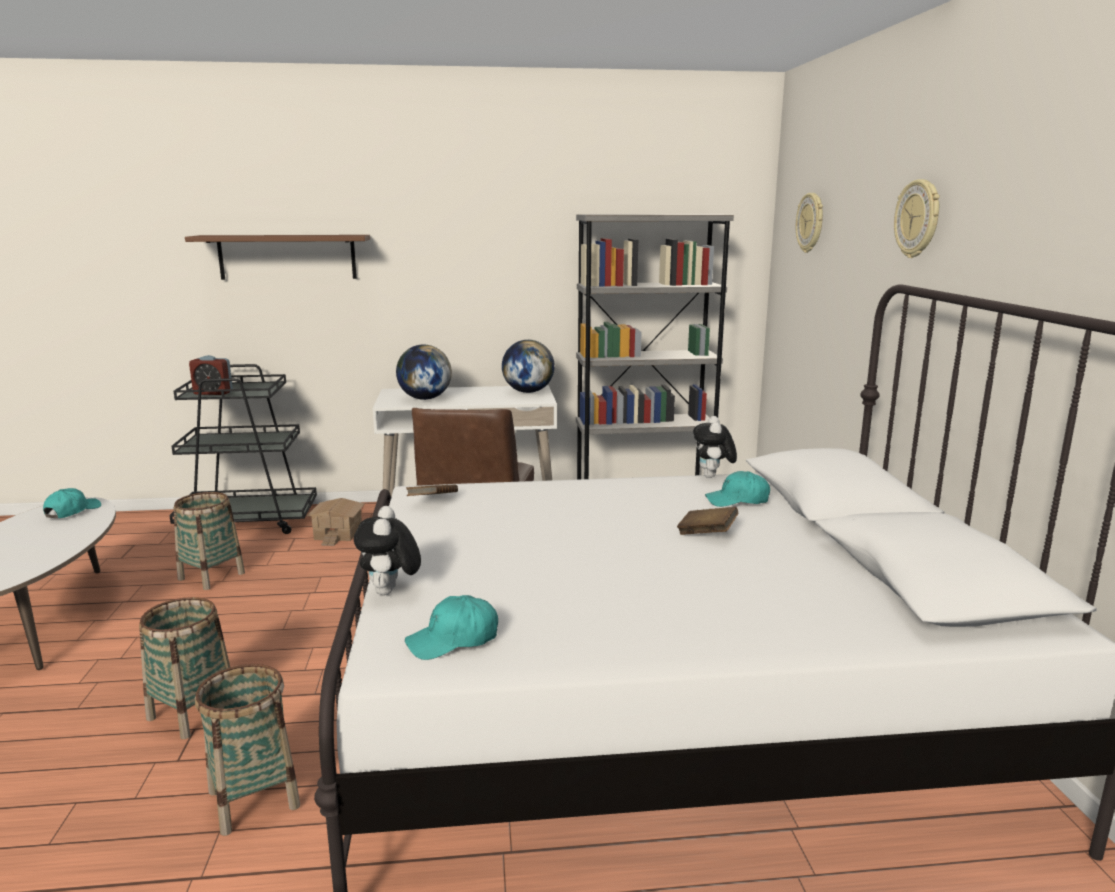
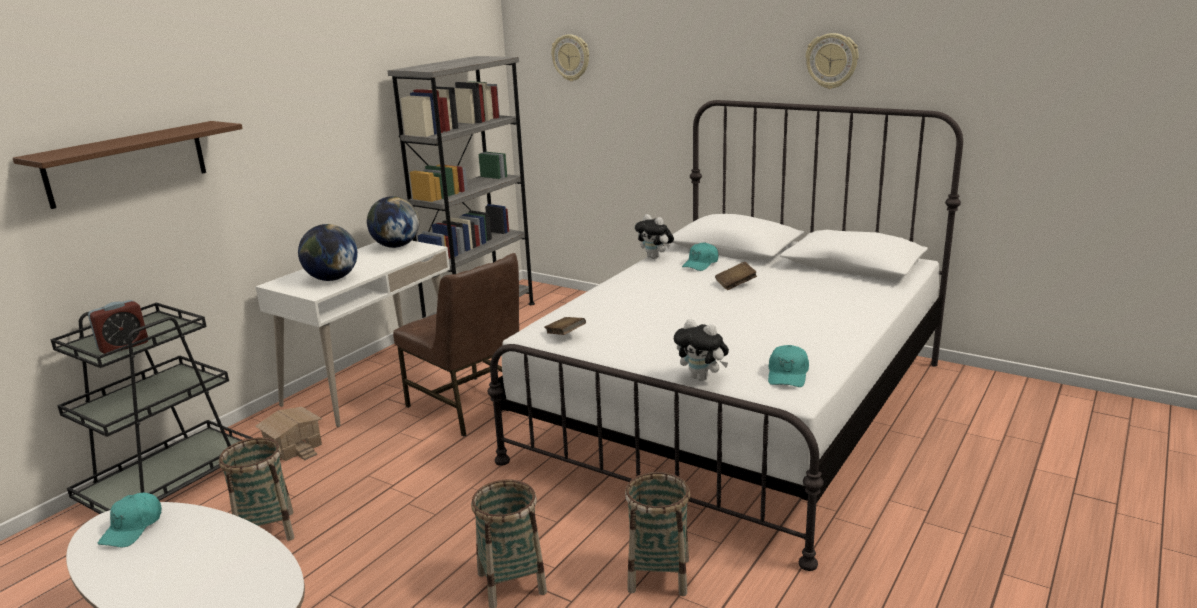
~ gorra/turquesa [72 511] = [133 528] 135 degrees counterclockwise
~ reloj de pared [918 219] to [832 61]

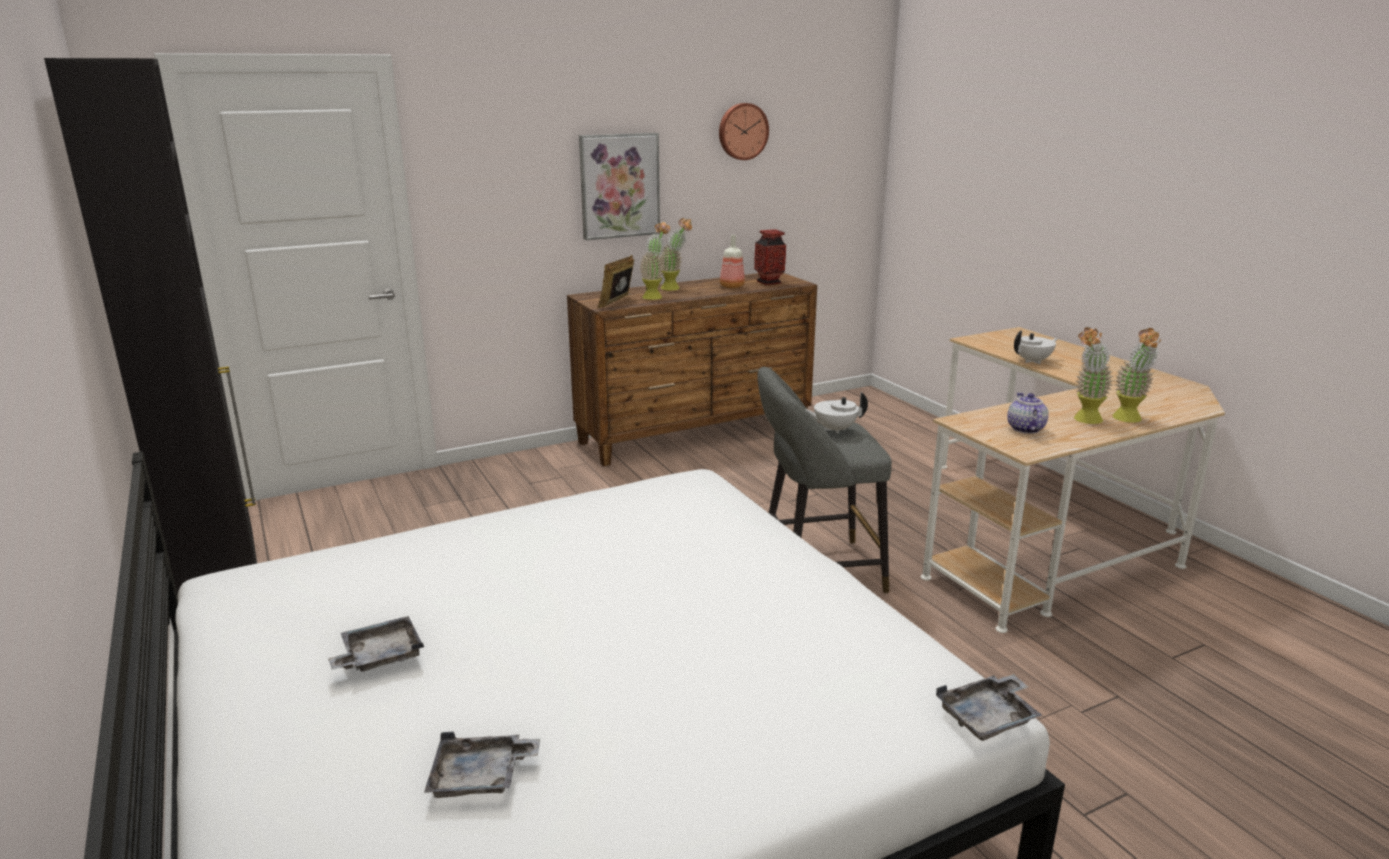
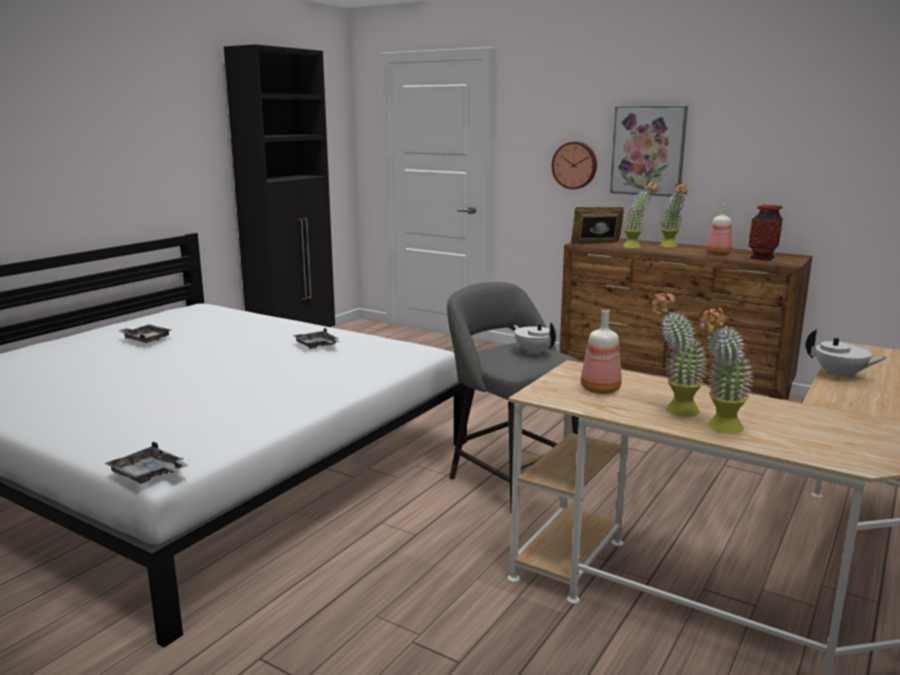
~ bandeja/gris [481 777] to [317 346]
~ reloj de pared [742 131] to [575 165]
~ tetera [1024 429] to botella [599 389]

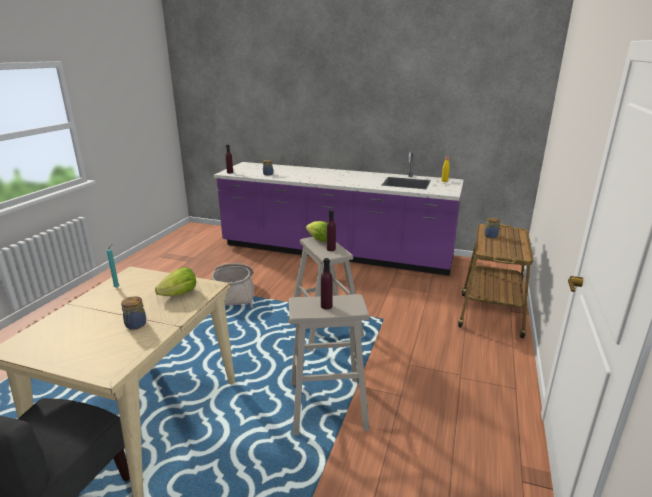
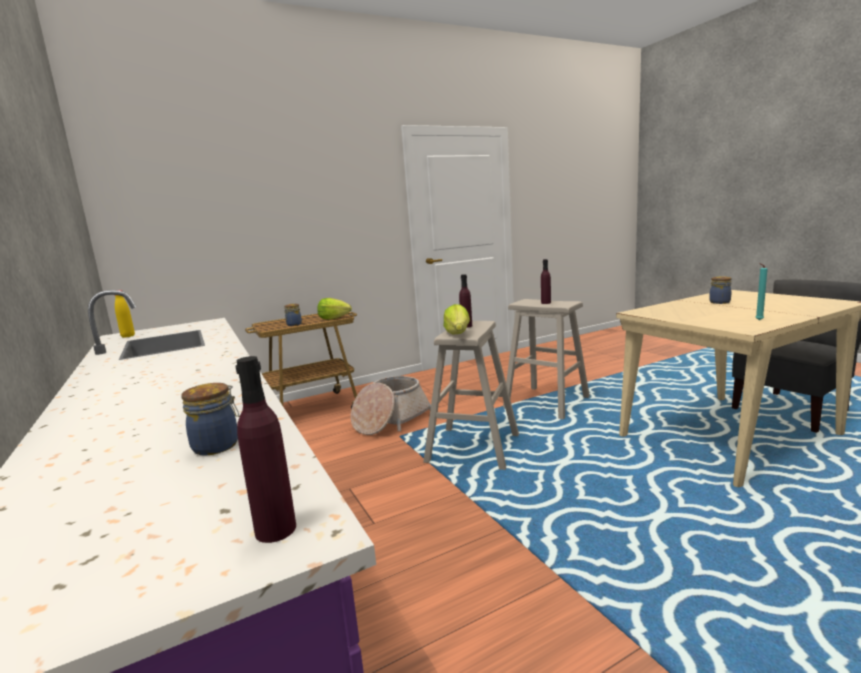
~ lechuga [179 294] to [333 318]
~ cesta [234 295] to [390 420]

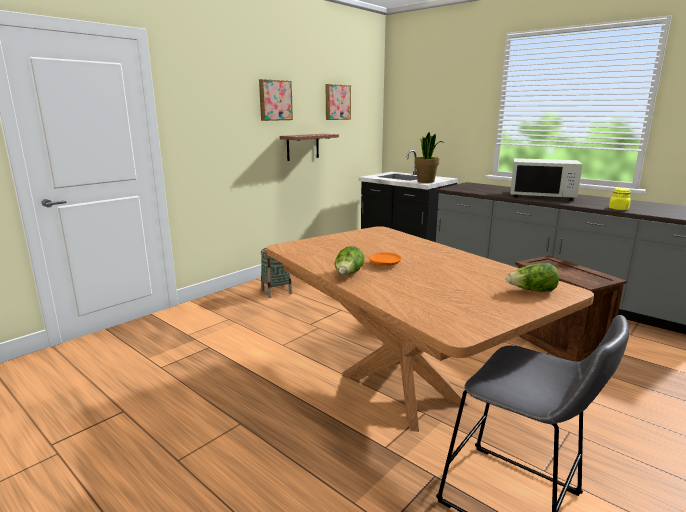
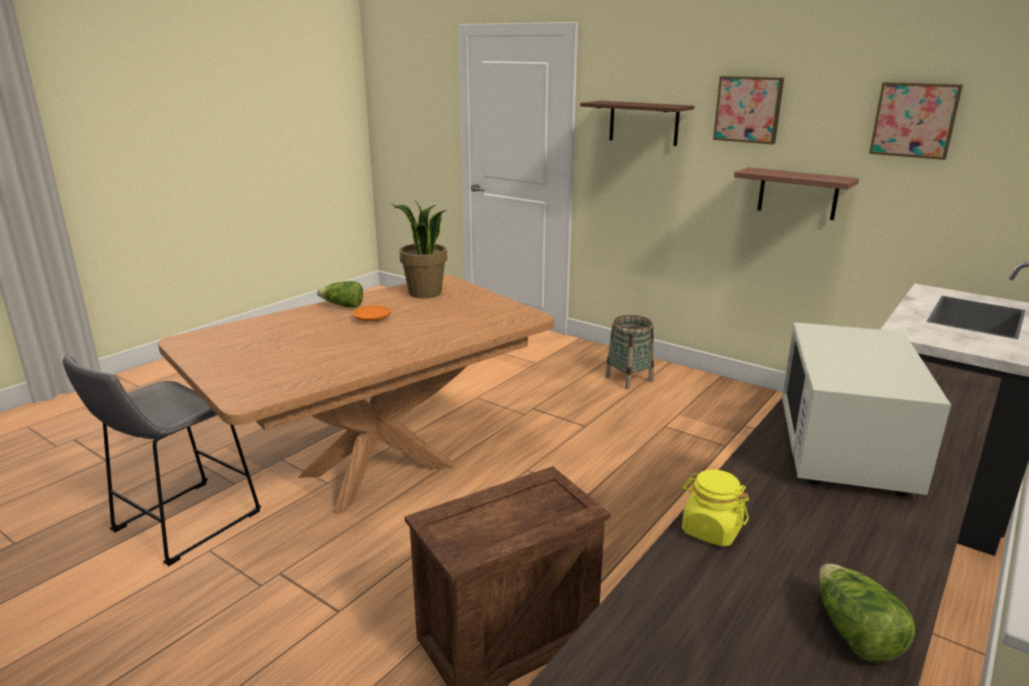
~ planta en maceta [426 181] to [424 293]
+ estante/marrón [643 123]
~ lechuga [532 291] to [854 633]

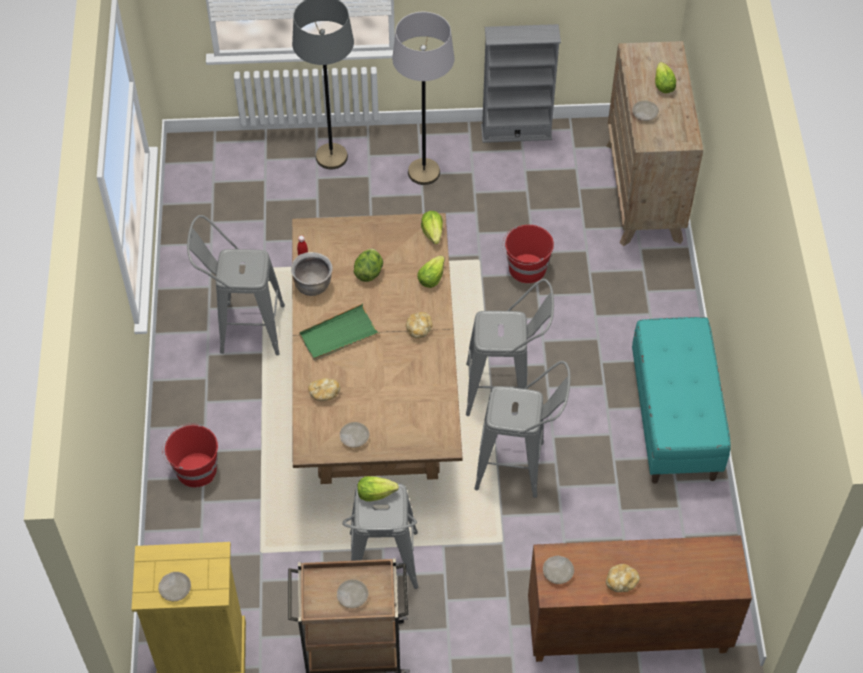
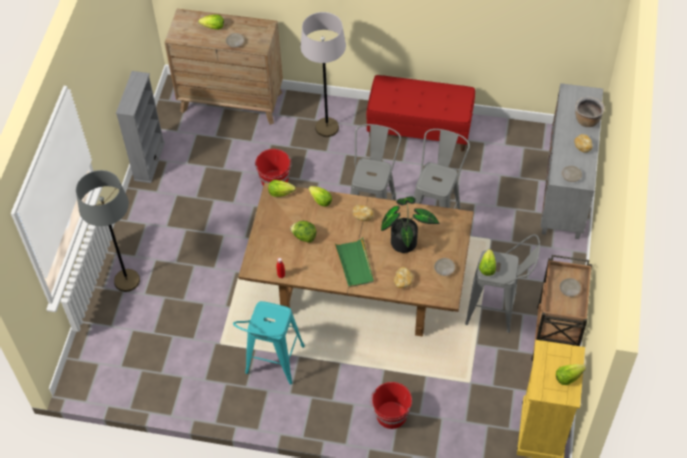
~ taburete/gris [243 328] to taburete/turquesa [272 365]
~ lámpara de pie/gris [424 172] to [327 128]
~ banco/turquesa [674 419] to banco/rojo [420 129]
+ planta en maceta [405 240]
~ armario/marrón [626 631] to armario/gris [566 188]
~ plato/beis [175 589] to lechuga [568 377]
~ olla/marrón [313 285] to [586 120]

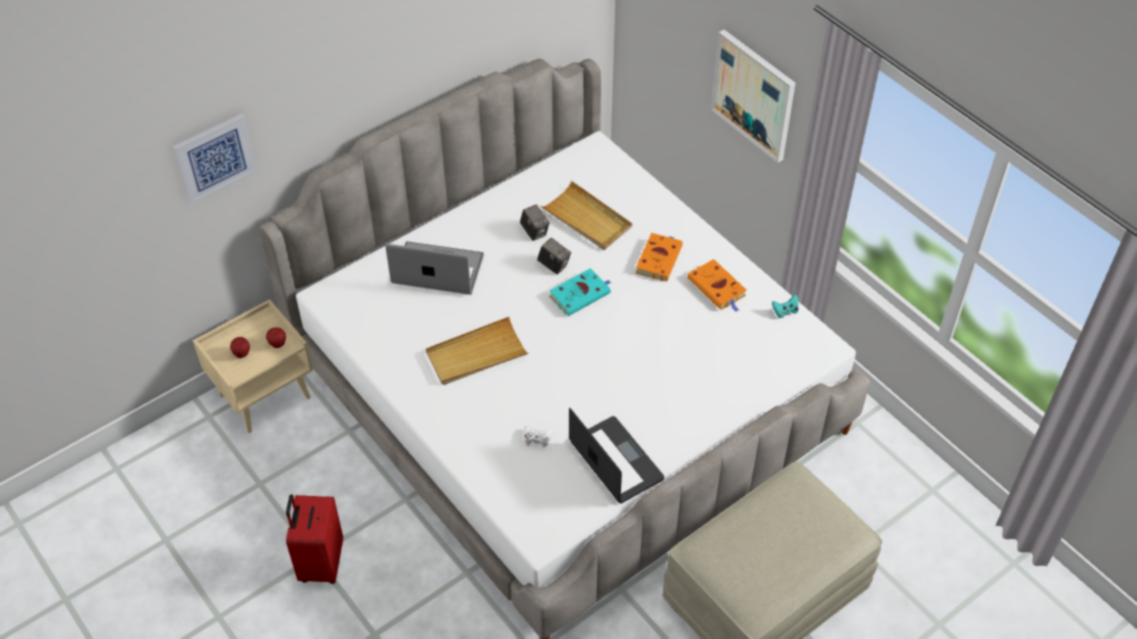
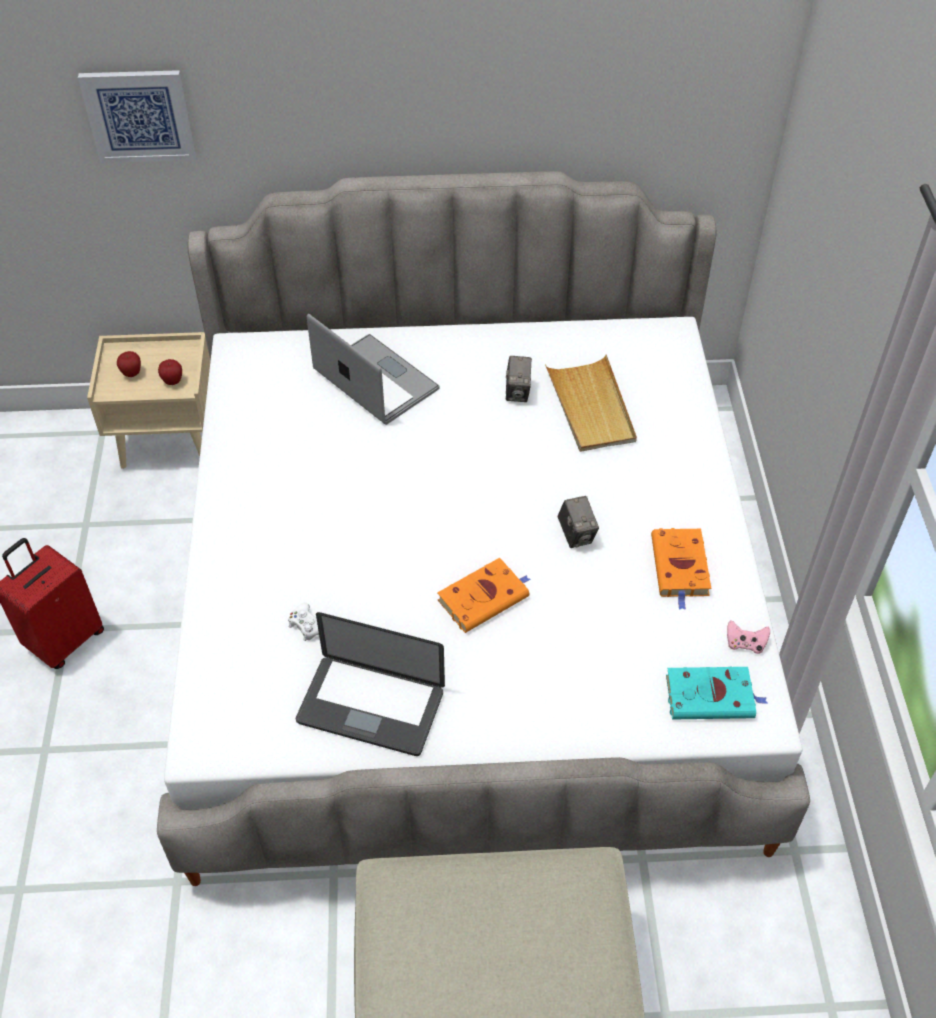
~ portátil [616 461] = [370 707] 105 degrees clockwise
~ libro/naranja [659 258] to [485 597]
~ cámara [554 265] to [576 534]
~ libro/turquesa [580 294] to [712 697]
~ mando de consola/turquesa [785 311] to mando de consola/rosa [745 644]
- bandeja/beis [476 354]
- cuadro [754 95]

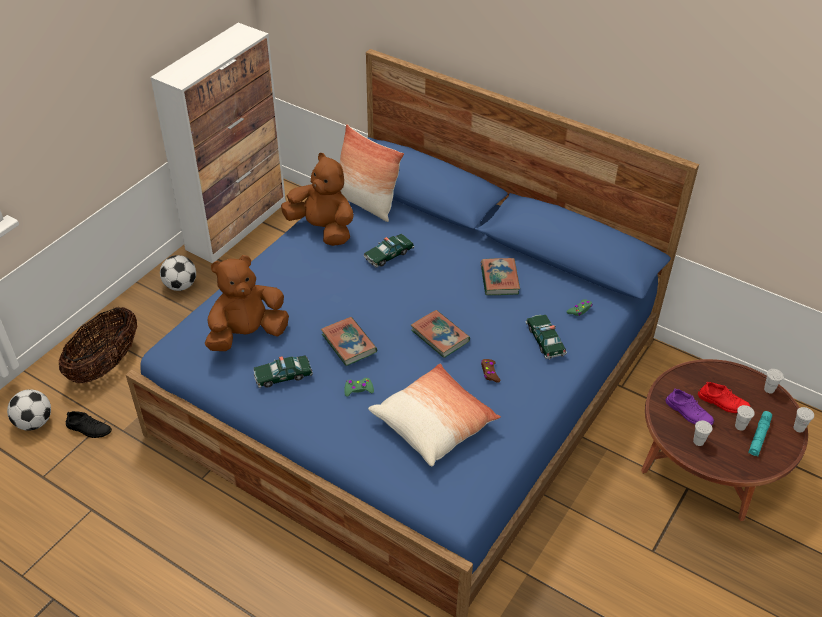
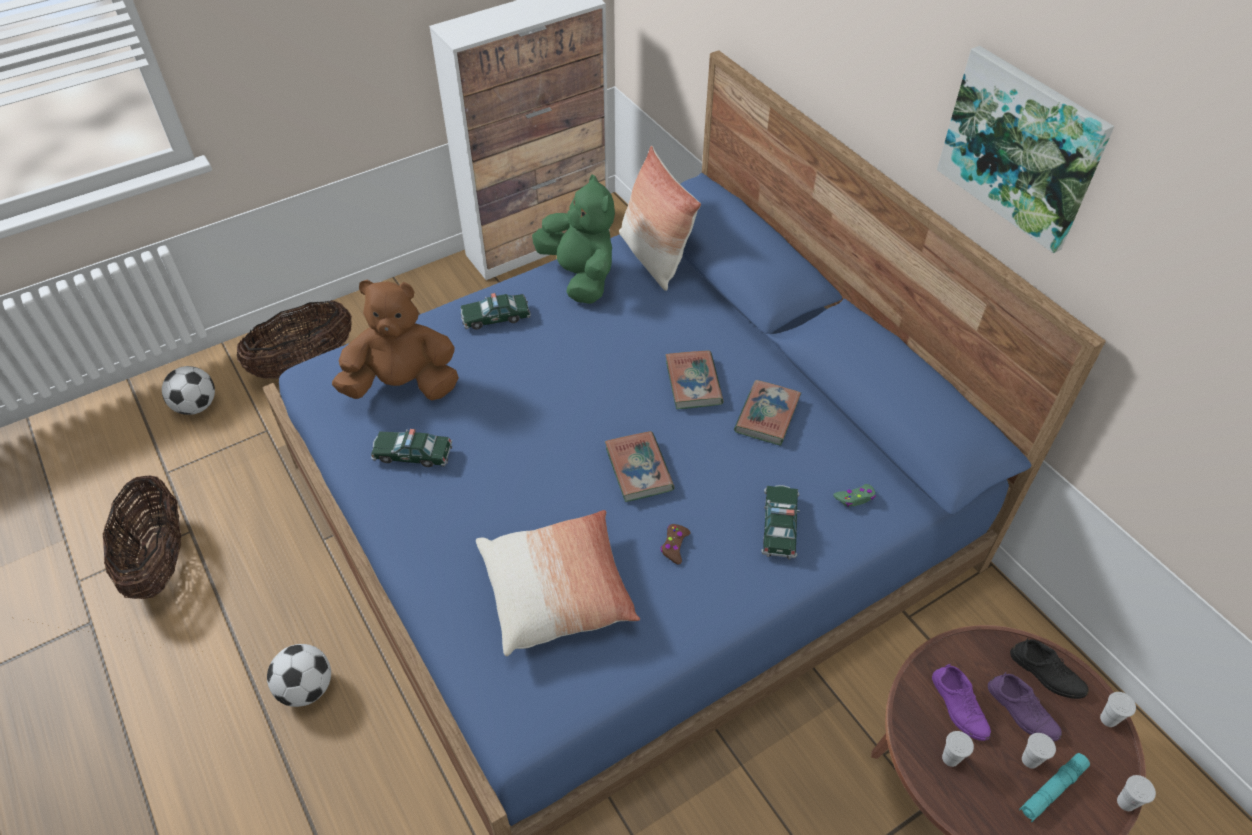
+ cesta [159 559]
~ balón de fútbol [180 285] to [306 688]
~ coche de juguete [388 255] to [495 317]
~ peluche/marrón [322 229] to peluche/verde [580 276]
~ libro [349 343] to [693 383]
+ cuadro [1022 147]
~ zapato/rojo [723 402] to zapato/morado [1022 711]
~ zapato/negro [89 429] to [1046 673]
- mando de consola/verde [358 389]

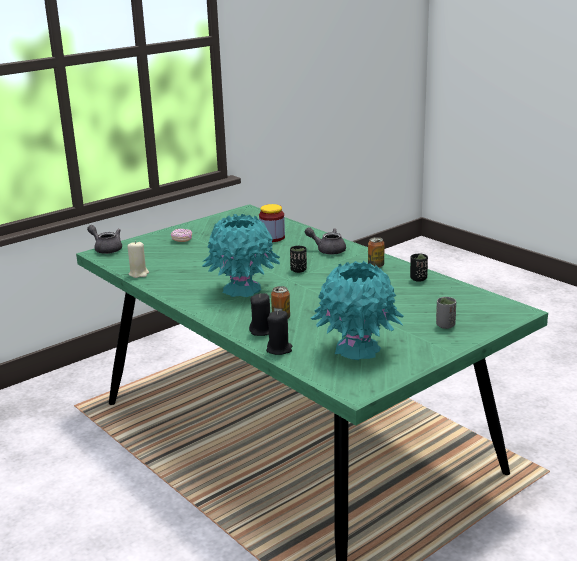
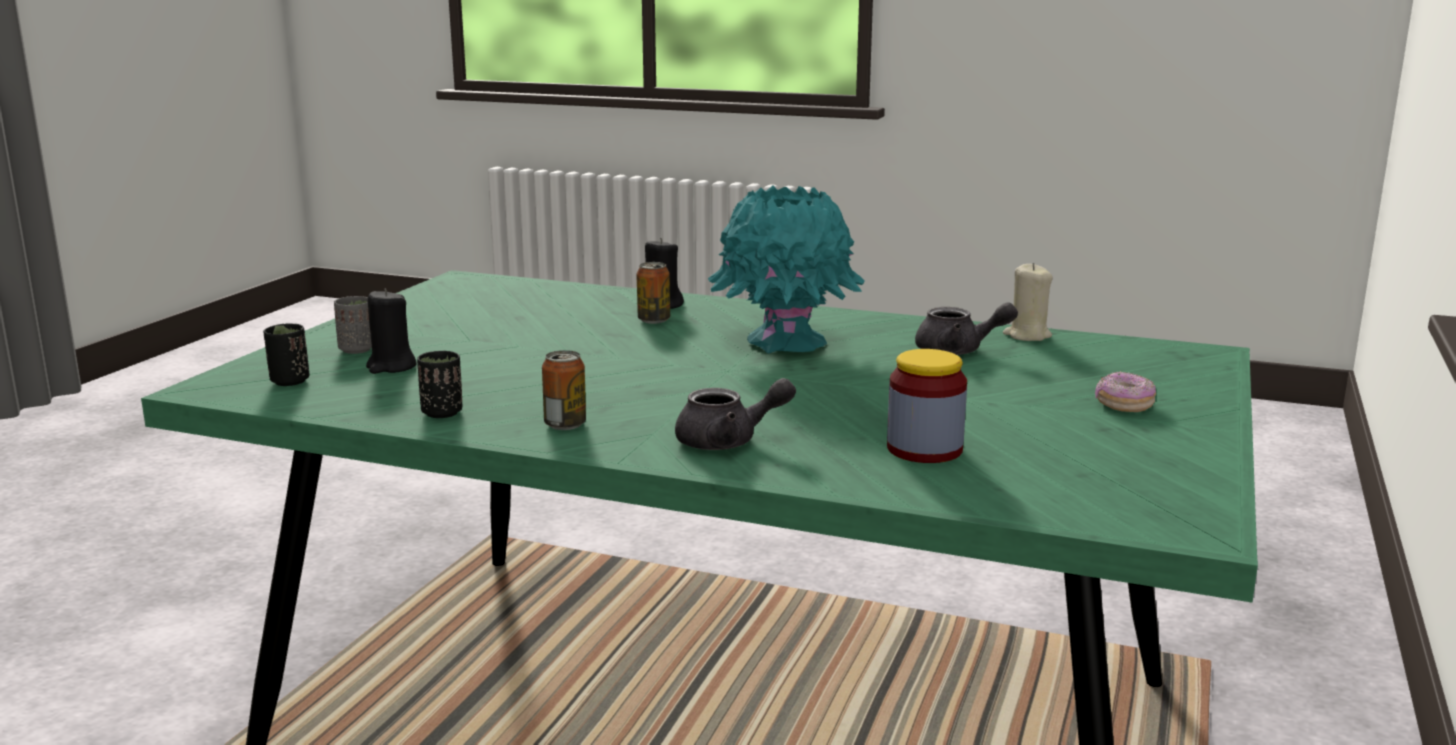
~ taza/negro [298 270] to [289 381]
~ vela/negro [279 349] to [391 367]
~ tetera/gris [106 249] to [958 351]
- florero/turquesa [357 349]

